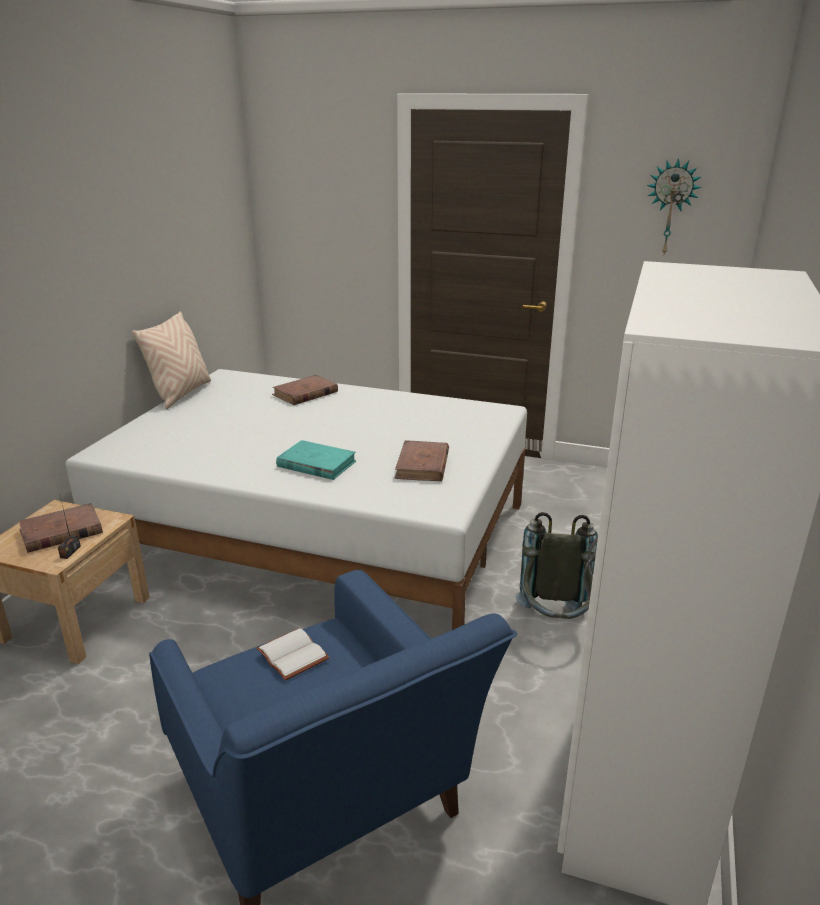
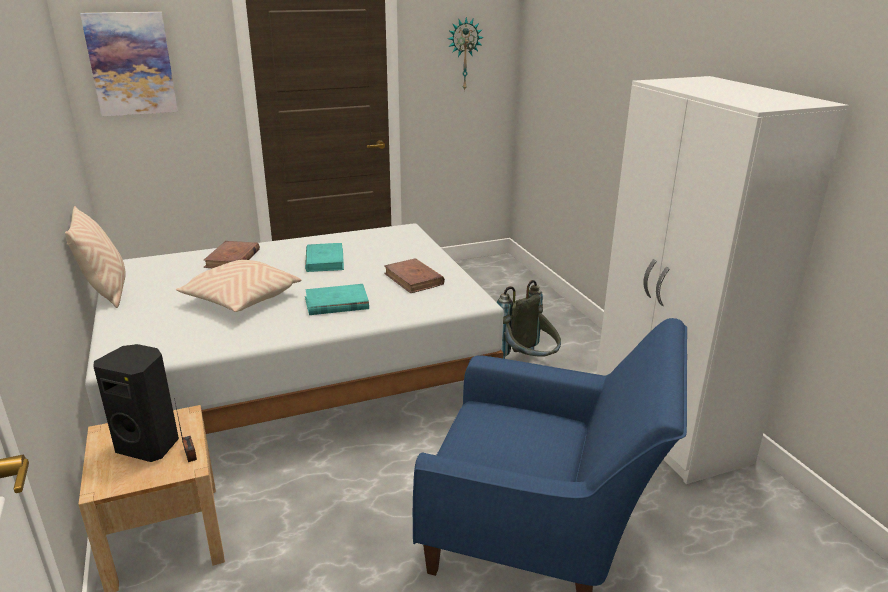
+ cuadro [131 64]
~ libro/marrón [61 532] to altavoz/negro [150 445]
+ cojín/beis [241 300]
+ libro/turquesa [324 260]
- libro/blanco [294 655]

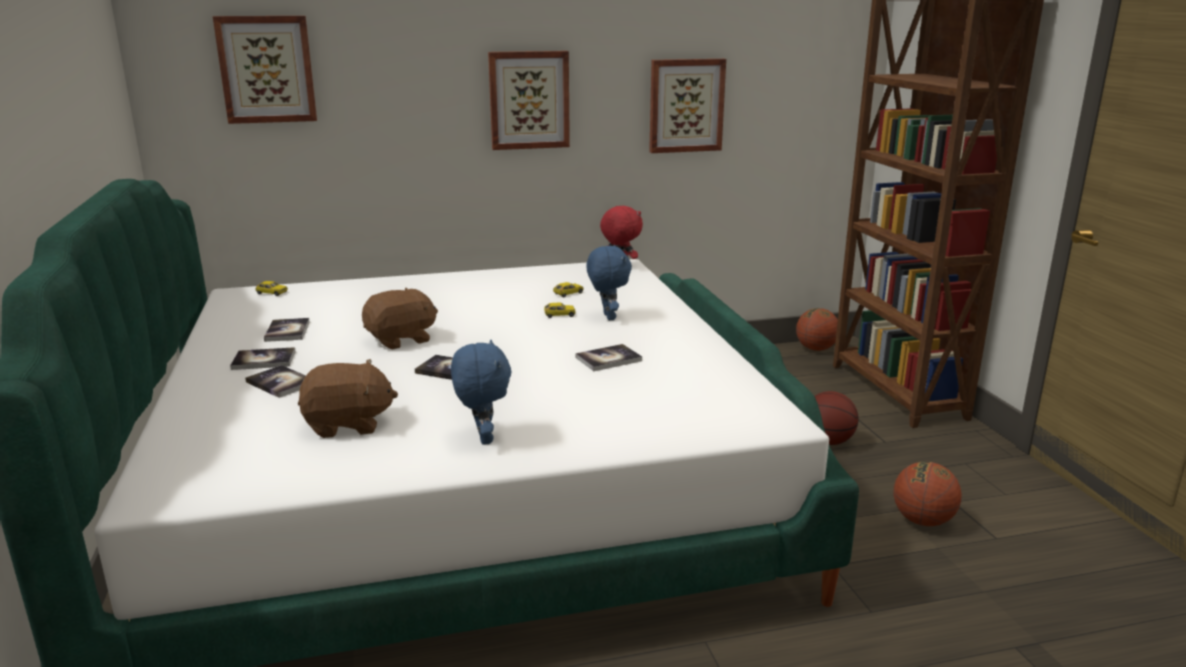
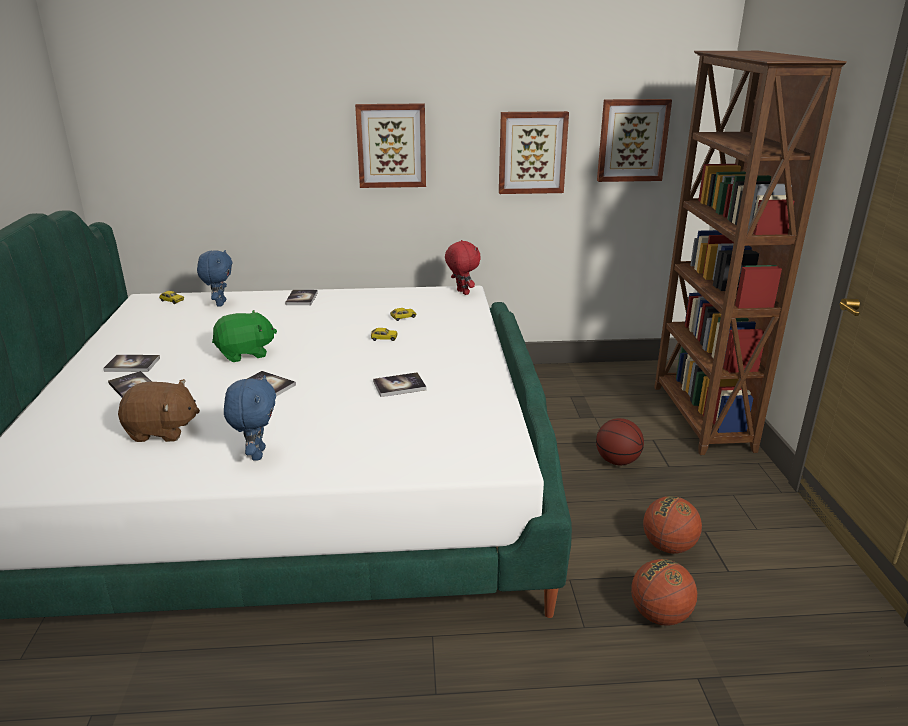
~ peluche/azul [607 317] to [220 303]
~ peluche/marrón [401 340] to peluche/verde [245 353]
~ libro [287 331] to [302 298]
~ cuadro [267 69] to [632 140]
~ balón de baloncesto [816 349] to [660 615]

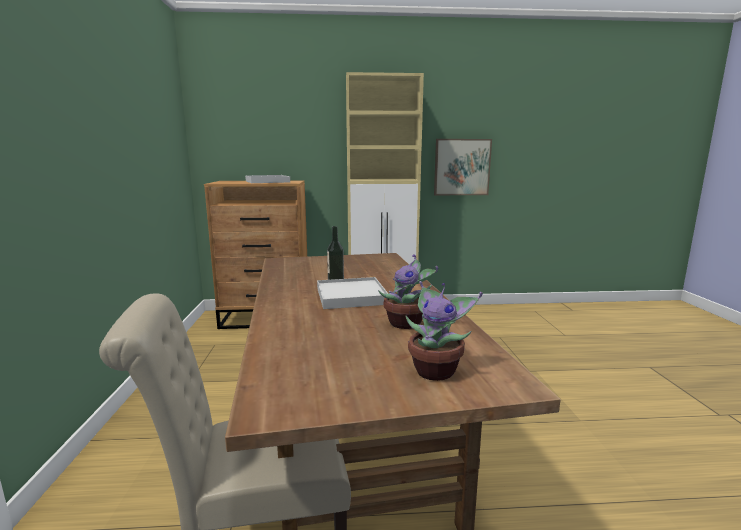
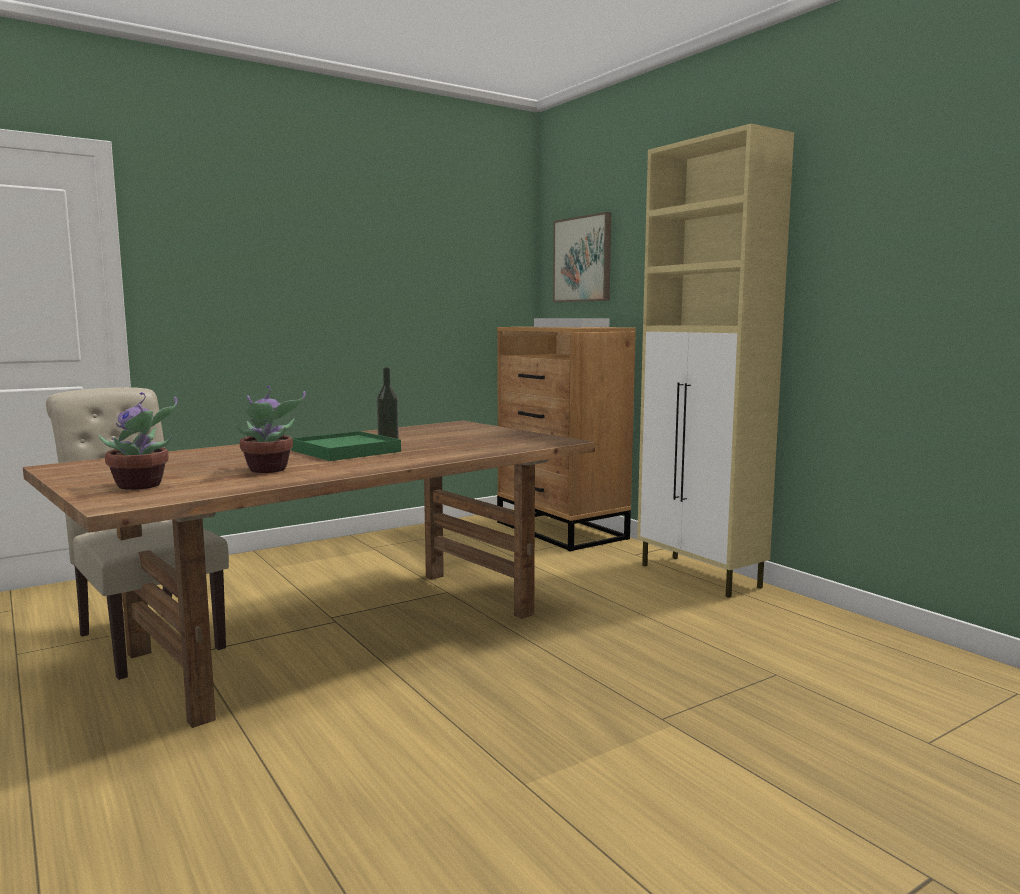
~ bandeja/blanco [351 296] to bandeja/verde [346 451]
~ cuadro [462 167] to [583 259]

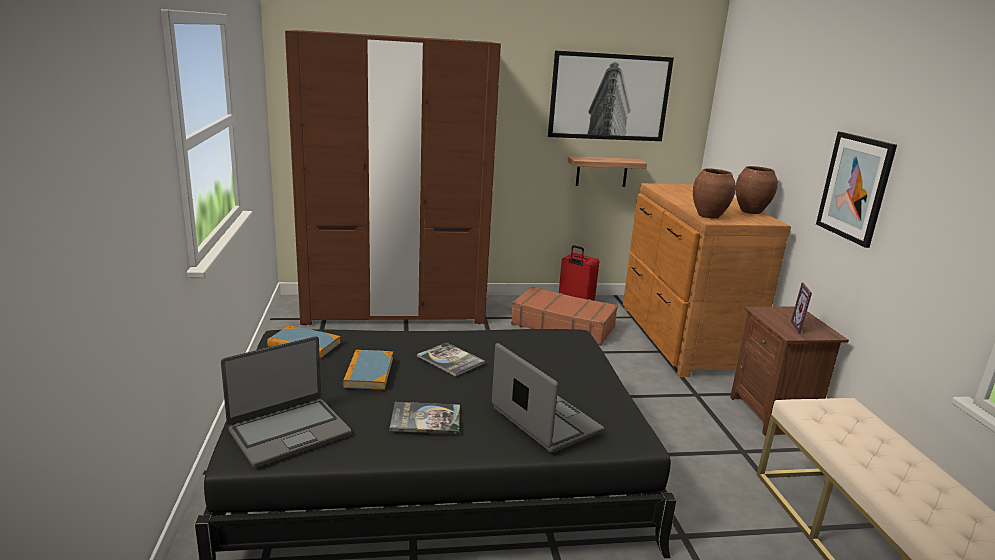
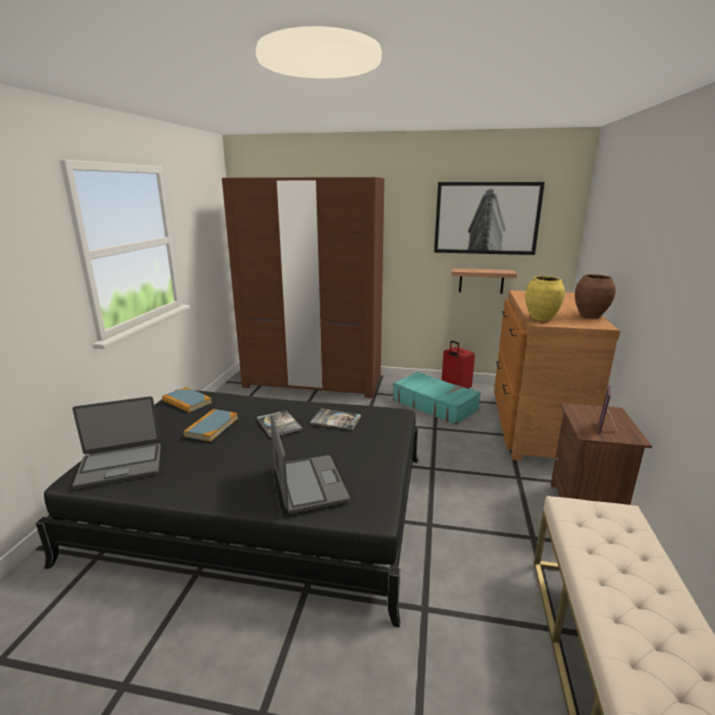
~ libro [425 419] to [335 420]
~ maleta/marrón [563 325] to maleta/turquesa [434 405]
~ florero/marrón [709 216] to florero/amarillo [541 318]
- cuadro [855 187]

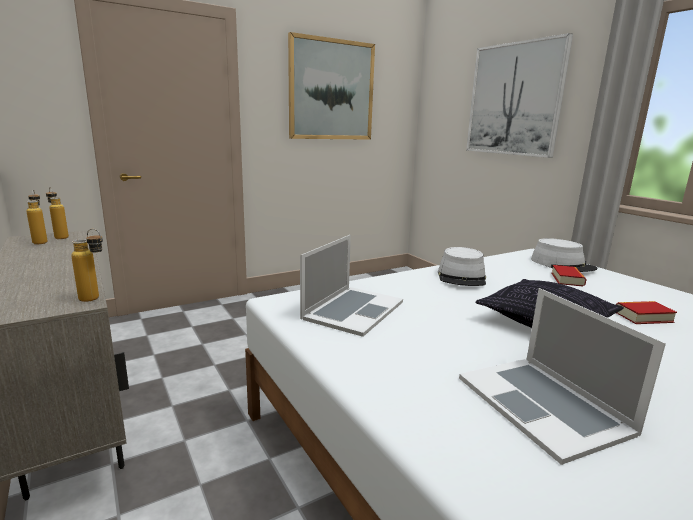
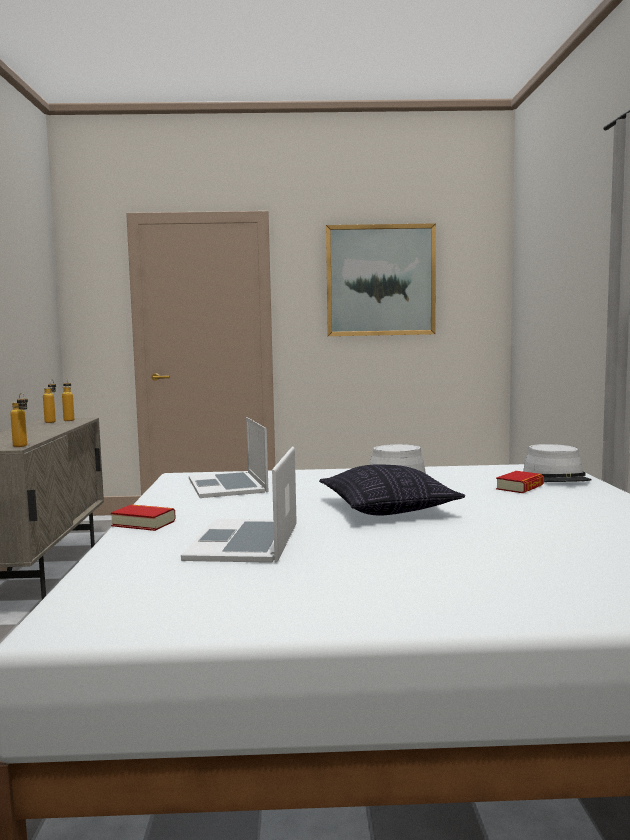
~ libro [643 317] to [143 523]
~ portátil [353 310] = [227 485] 105 degrees clockwise
- cuadro [514 99]

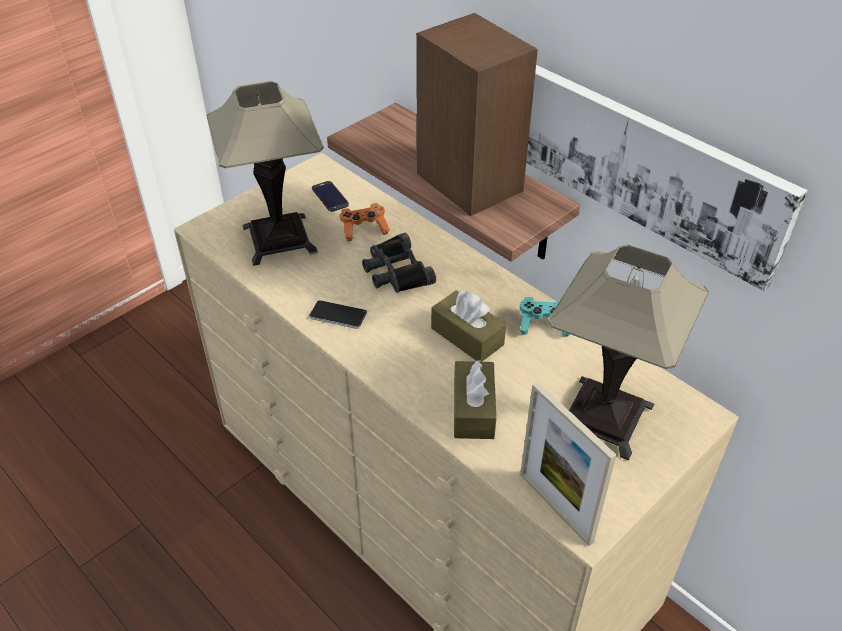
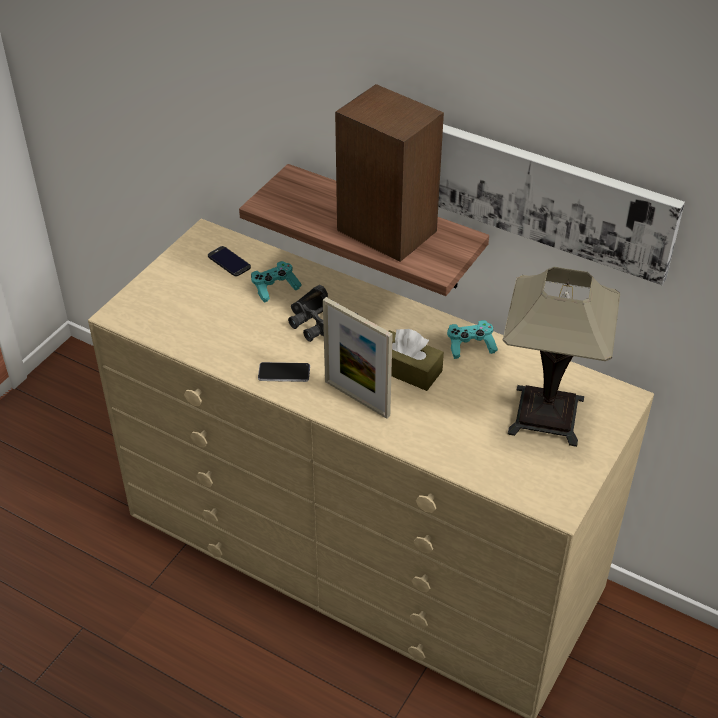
~ mando de consola/naranja [364 229] to mando de consola/turquesa [275 288]
~ portarretratos [555 507] to [357 398]
- lámpara de mesa [279 239]
- caja de pañuelos/marrón [473 409]

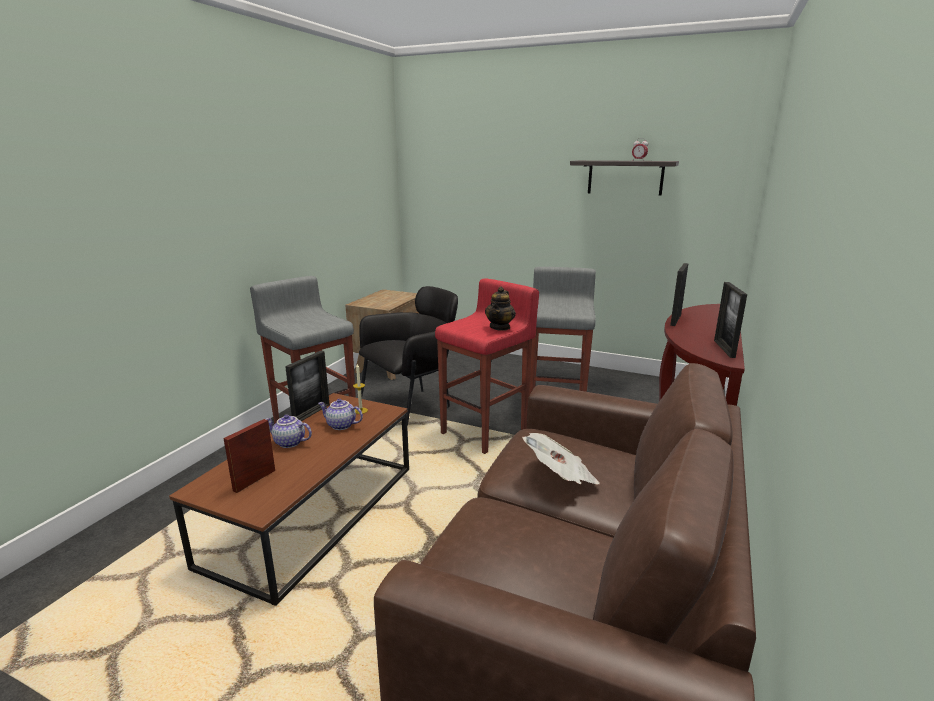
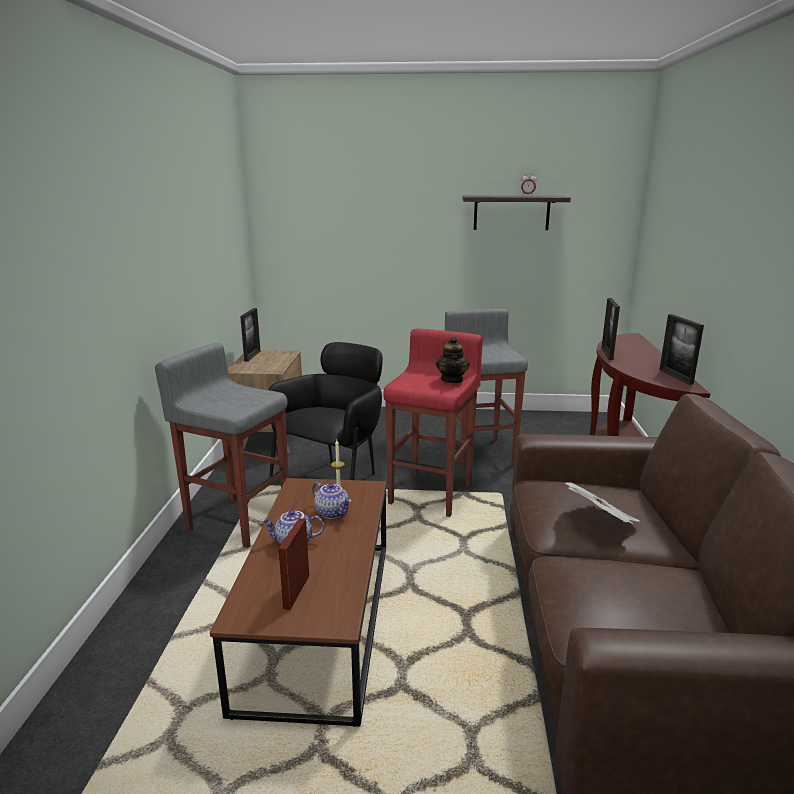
~ portarretratos [311 413] to [252 356]
~ tetera [340 425] = [333 512] 135 degrees counterclockwise

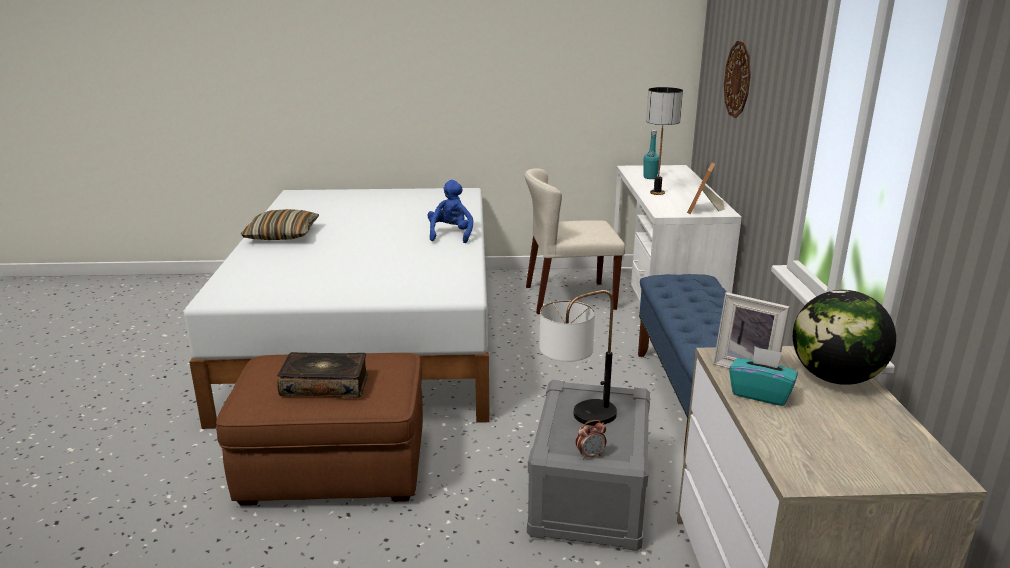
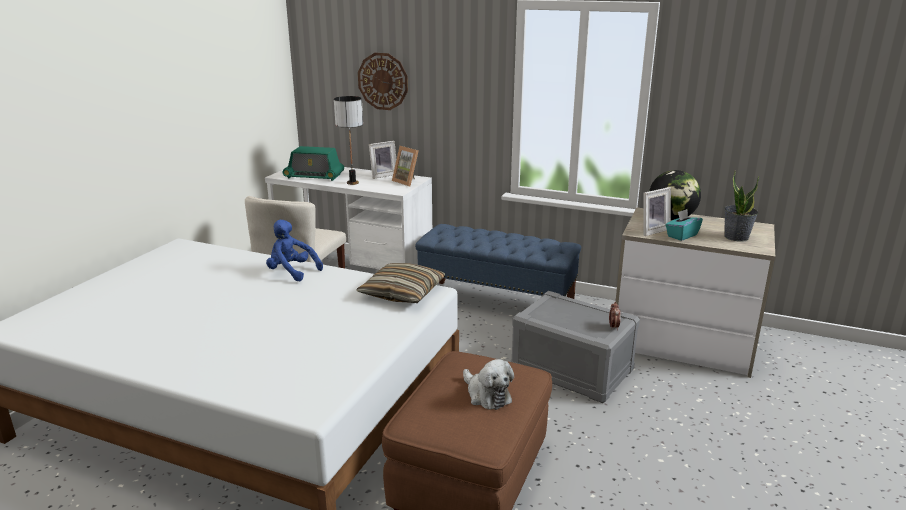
~ botella/turquesa [650 177] to radio [314 176]
~ cojín [282 235] to [402 293]
+ portarretratos [383 175]
~ libro [325 384] to peluche [486 395]
+ planta en maceta [736 237]
- lámpara de mesa [576 420]

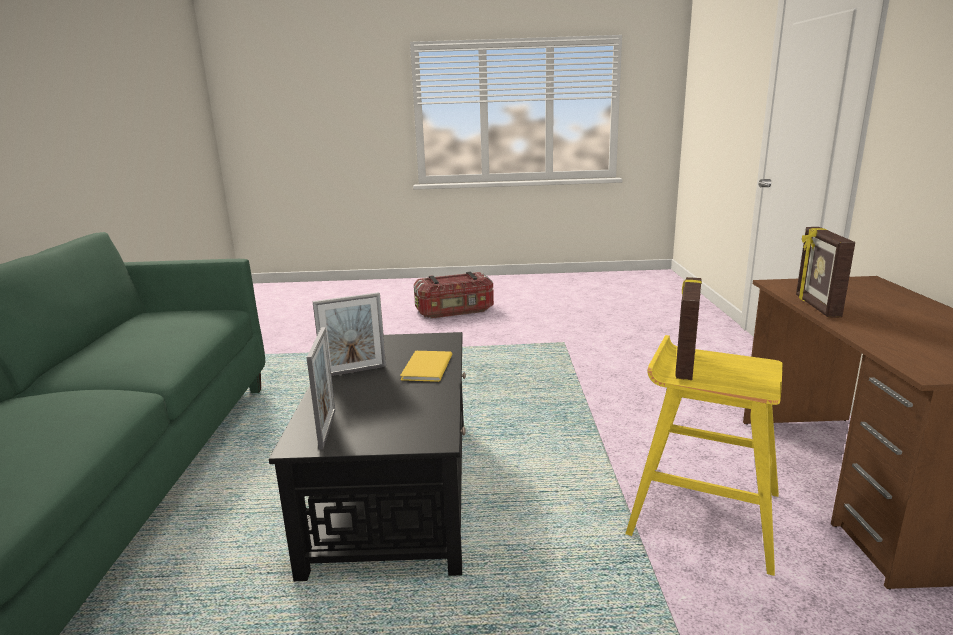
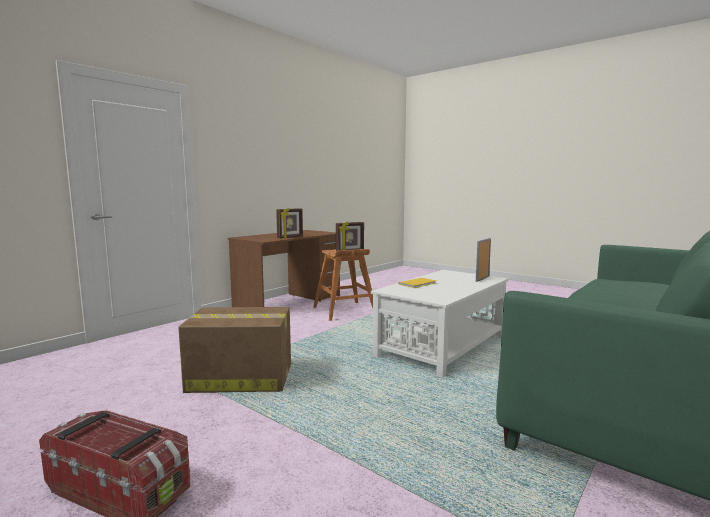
+ caja de cartón [239 377]
~ taburete/amarillo [702 512] to taburete/marrón [344 311]
~ mesa de centro/negro [395 487] to mesa de centro/blanco [441 345]
- portarretratos [354 371]

